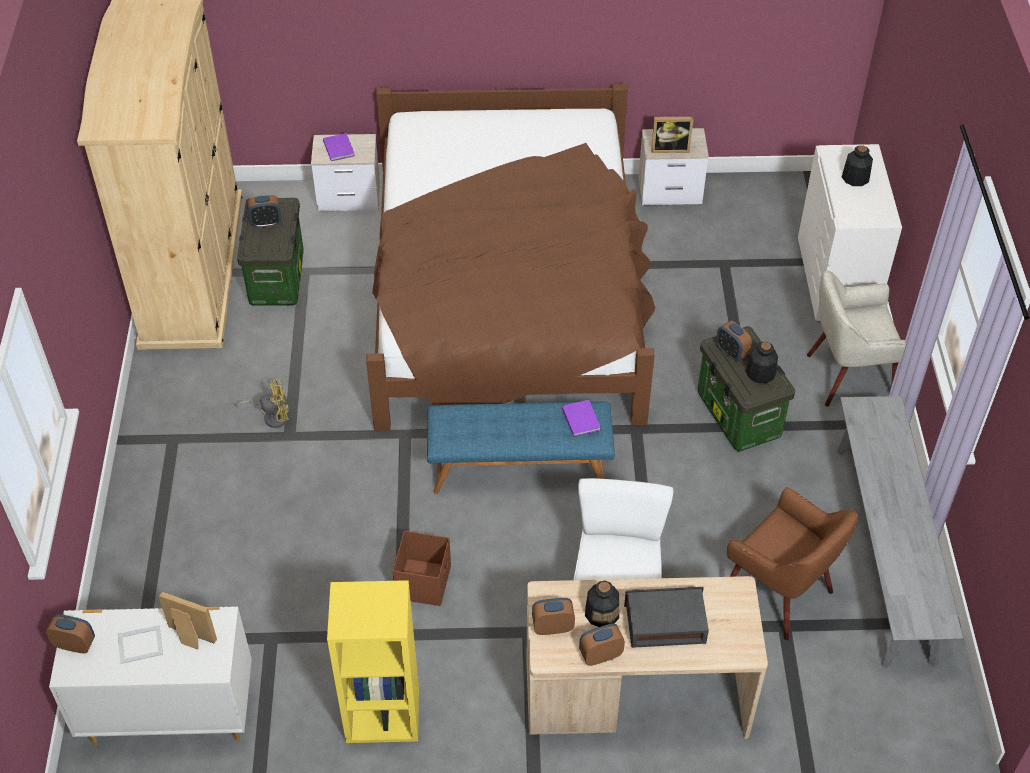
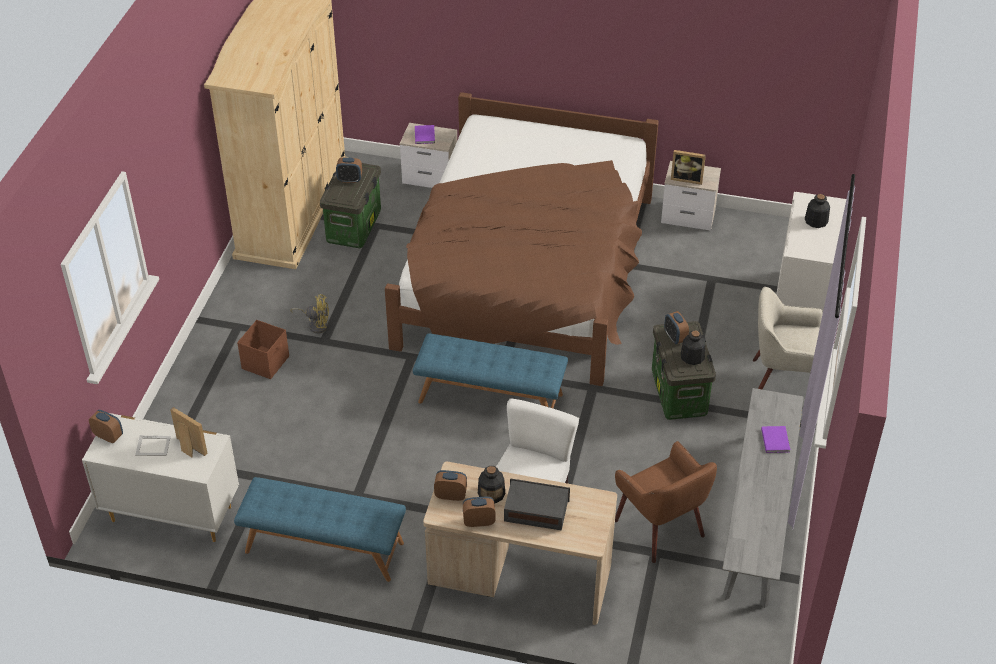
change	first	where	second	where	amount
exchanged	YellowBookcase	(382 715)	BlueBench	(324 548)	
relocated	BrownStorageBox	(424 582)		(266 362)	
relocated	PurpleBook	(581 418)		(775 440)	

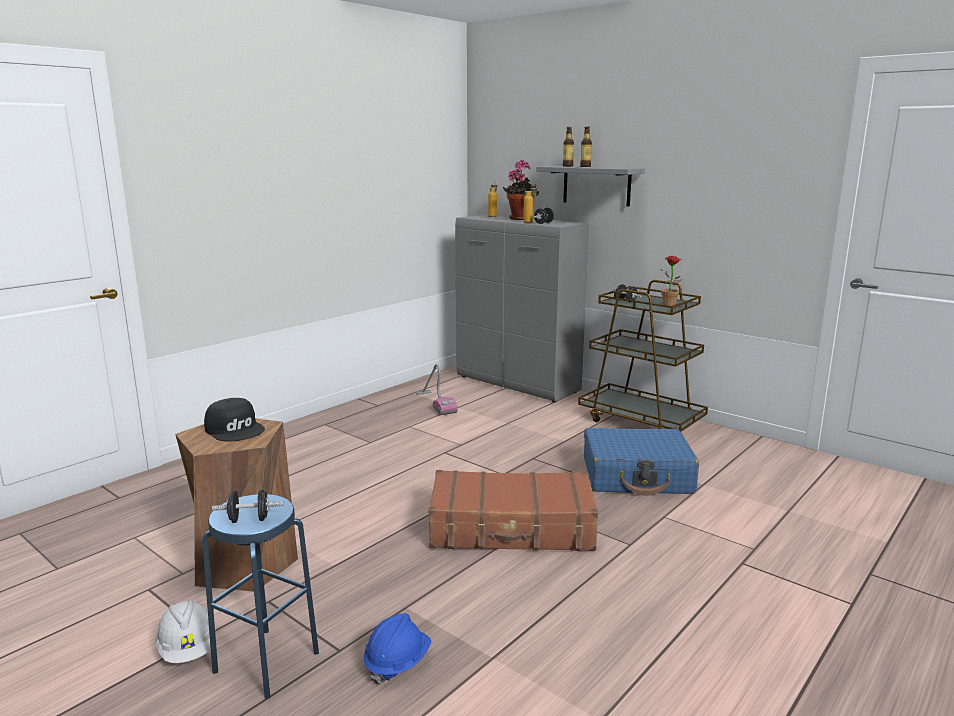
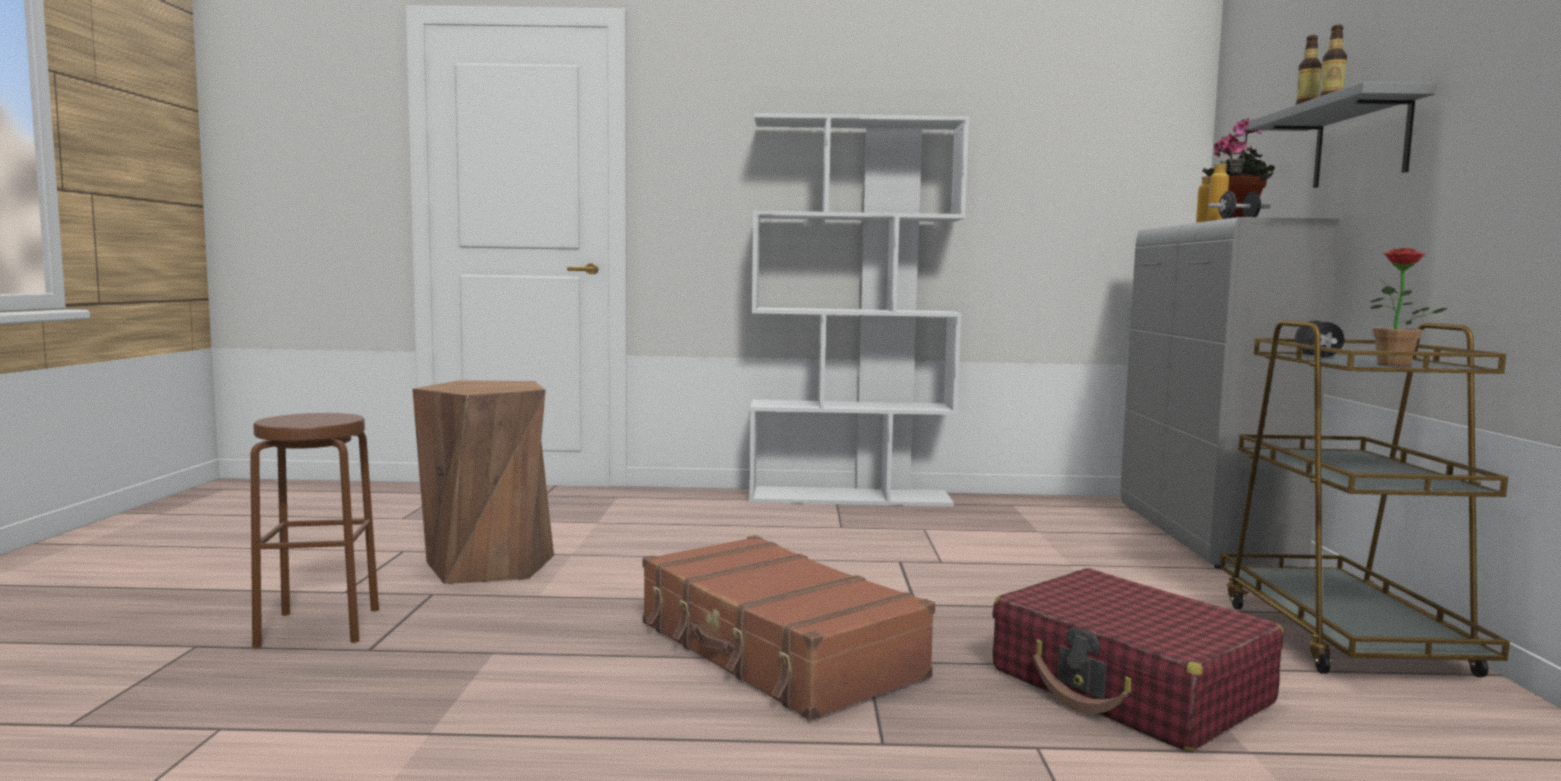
change	first	where	second	where	amount
missing	WhiteHardHat	(188 649)			
colour	BlueStool	(266 662)	BrownStool	(318 627)	
missing	BlackCap	(235 429)			
missing	BlackDumbbell	(249 520)			
missing	BlueHardHat	(397 663)			
missing	VacuumCleaner	(435 403)			
colour	BlueSuitcase	(637 476)	RedSuitcase	(1129 687)	
appeared			WhiteBookcase	(850 497)	

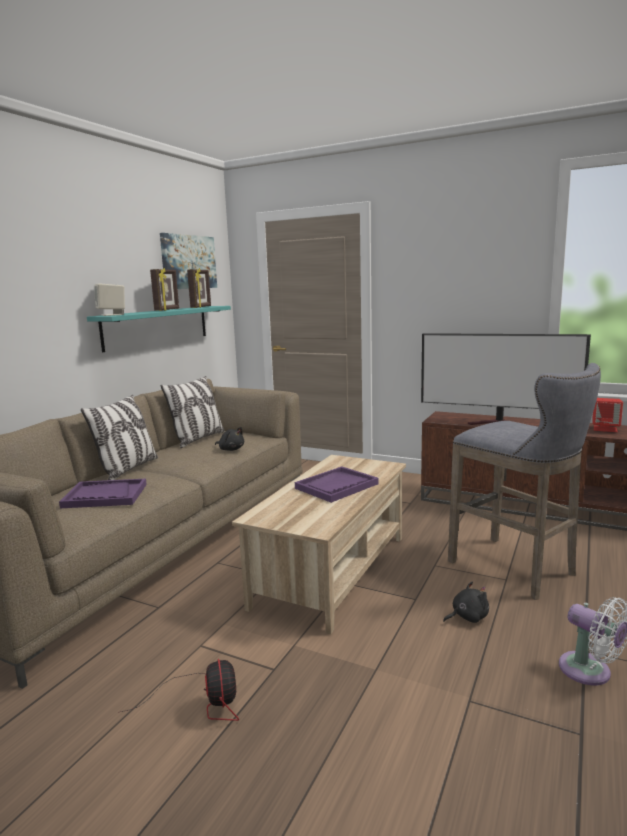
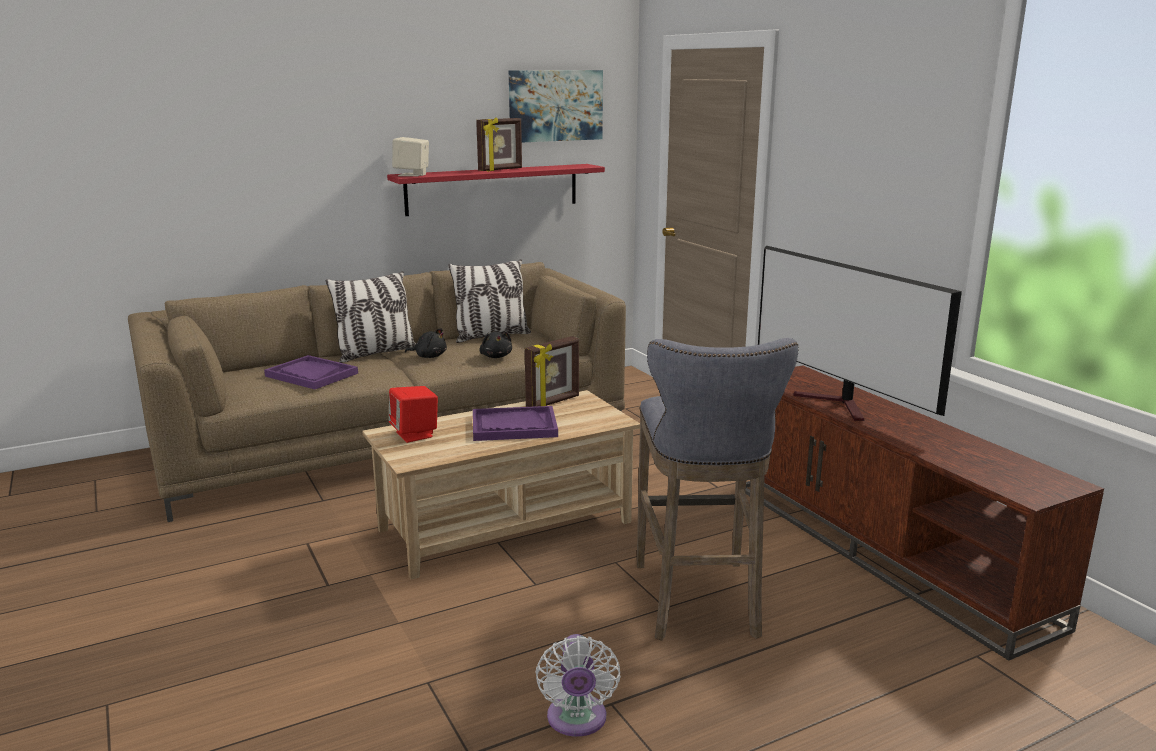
change	first	where	second	where	amount
colour	TurquoiseShelf	(157 327)	RedShelf	(493 189)	
missing	Fan	(204 701)			
relocated	PictureFrame	(201 307)		(553 402)	
relocated	BlackPlushToy	(467 617)		(429 356)	
relocated	RedSpeaker	(605 429)		(415 434)	

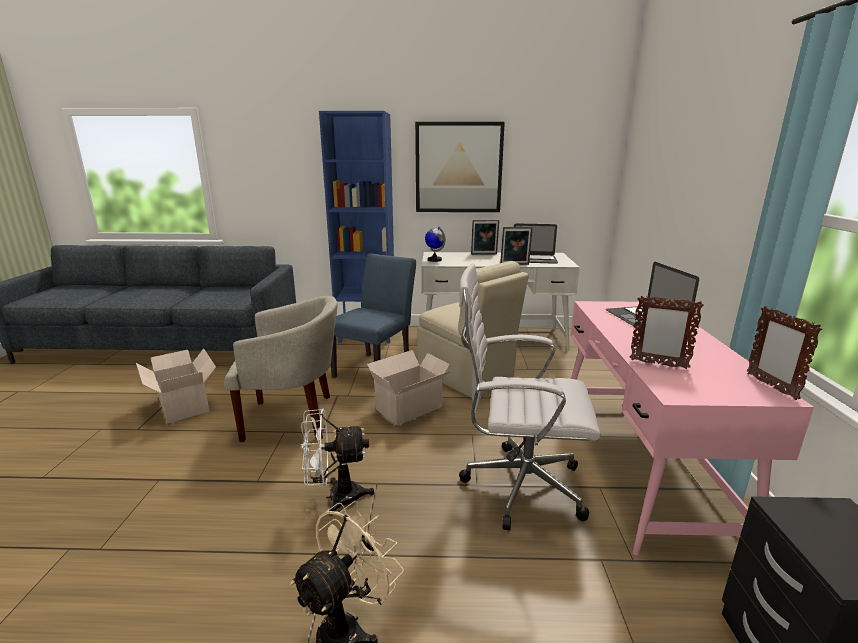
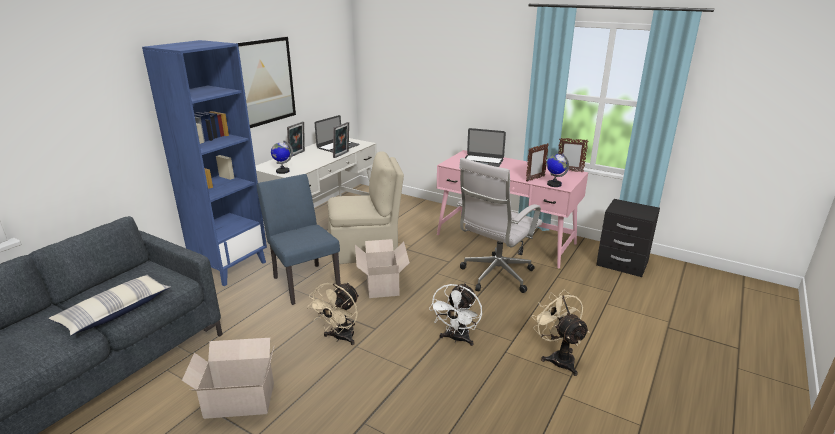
change	first	where	second	where	amount
exchanged	BeigeArmchair	(293 418)	BeigeFan	(340 338)	
appeared			Pillow	(115 311)	
appeared			Globe	(554 184)	

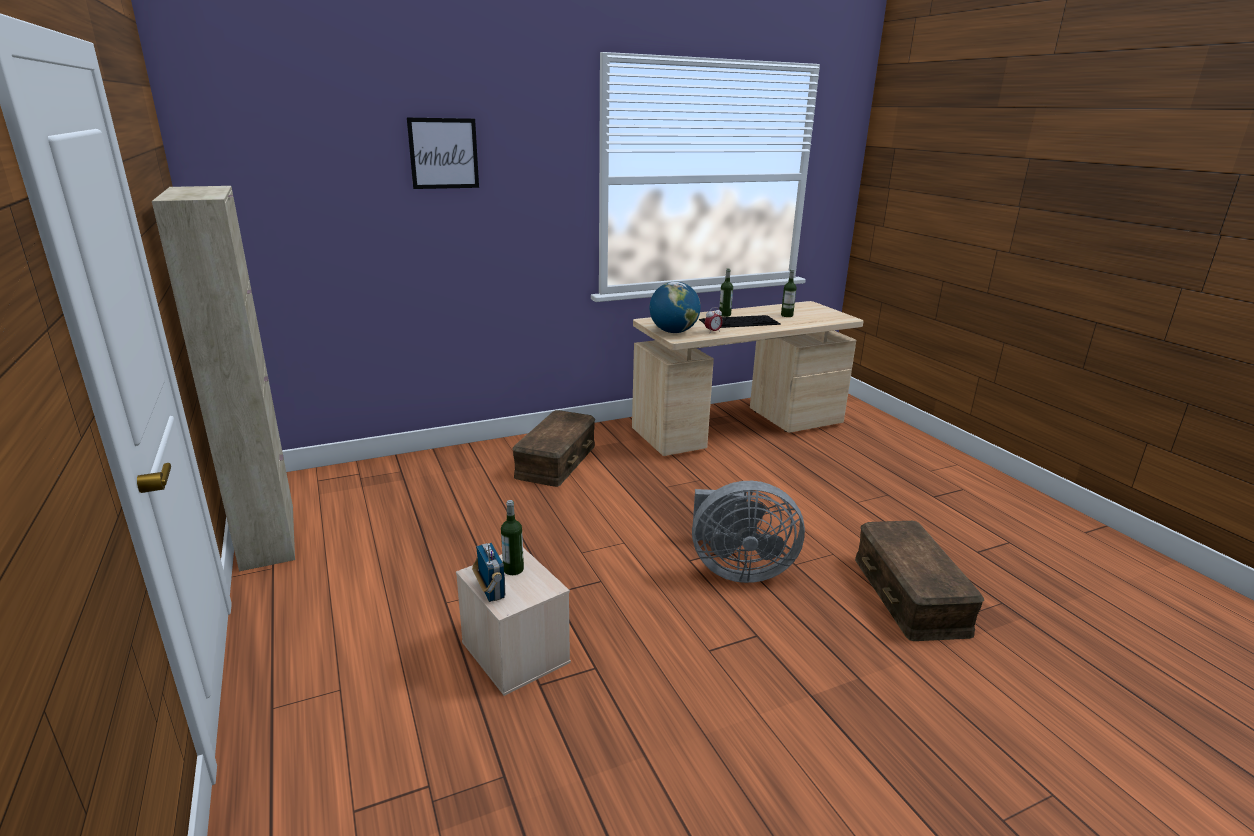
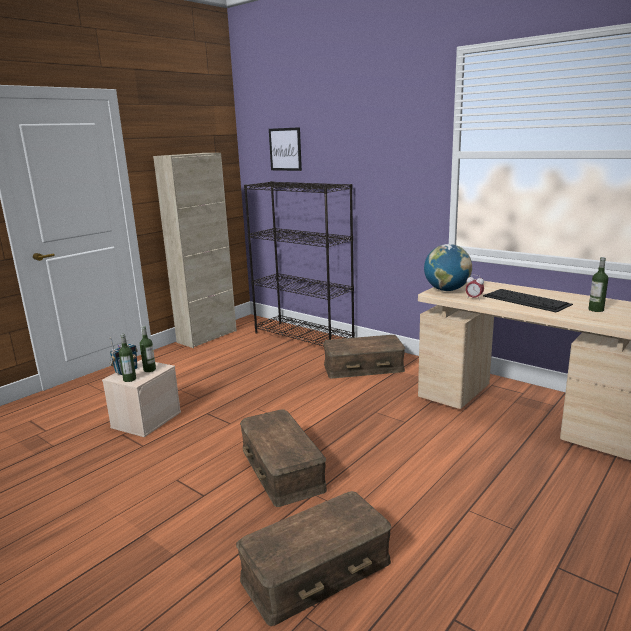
change	first	where	second	where	amount
relocated	Picture	(443 153)		(285 149)	
exchanged	GreyFan	(737 569)	BrownStorageBox	(283 469)	
relocated	Bottle	(724 315)		(129 379)	
appeared			BlackBookcase	(304 337)	

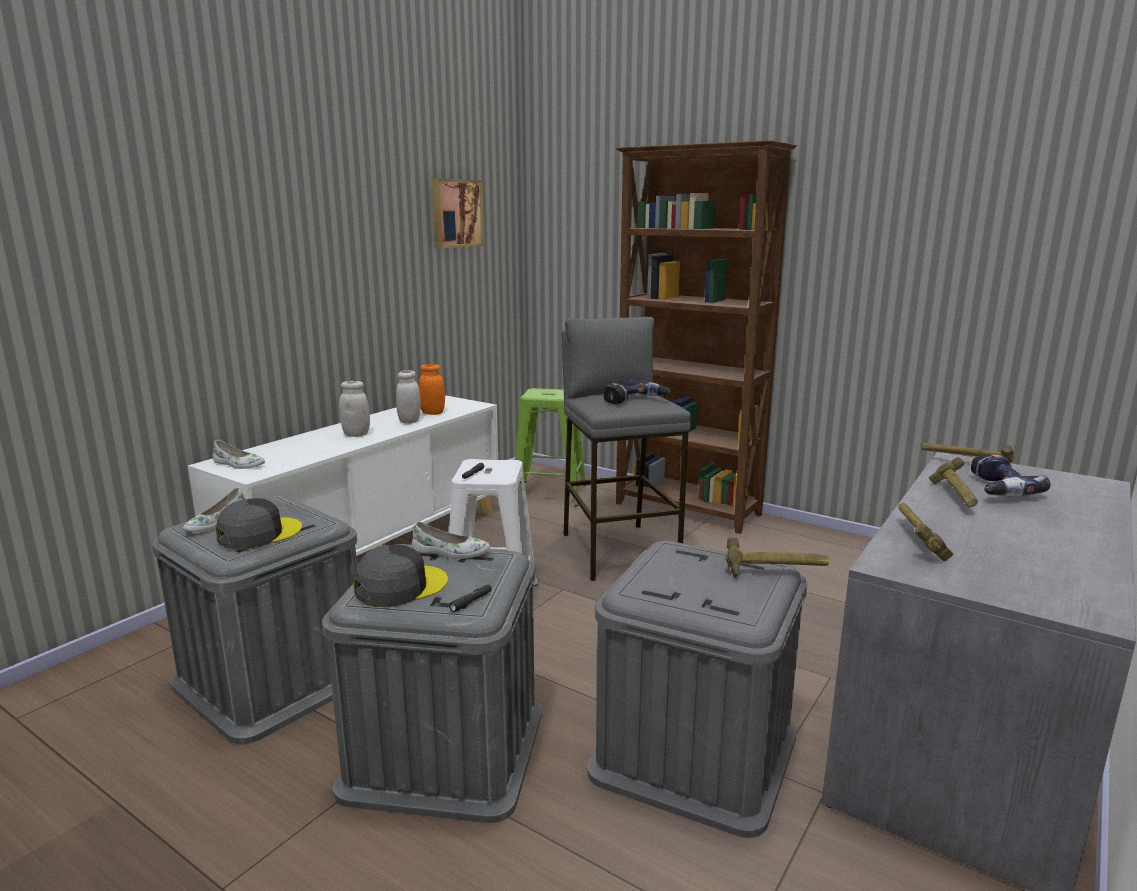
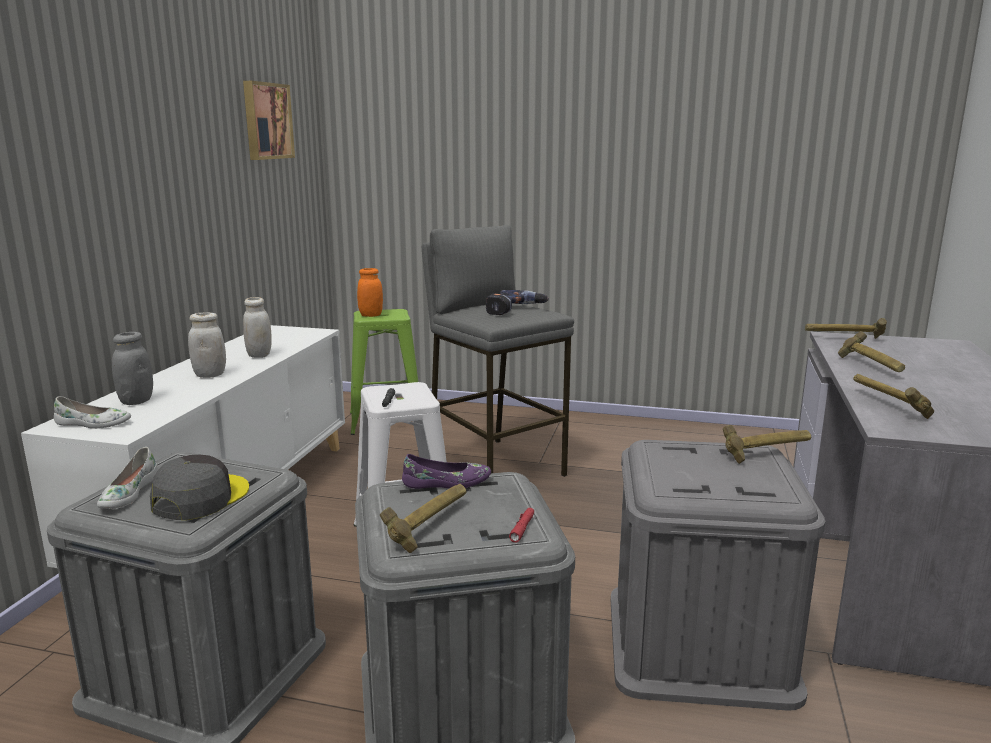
change	first	where	second	where	amount
exchanged	GreyCap	(400 586)	Hammer	(430 527)	
colour	WhiteShoe	(450 552)	PurpleShoe	(447 483)	
relocated	OrangeJar	(432 413)		(371 315)	
colour	BlackFlashlight	(471 602)	RedFlashlight	(522 529)	
missing	BrownBookcase	(688 510)			
missing	PowerDrill	(995 489)			
appeared			GreyJar	(136 401)	

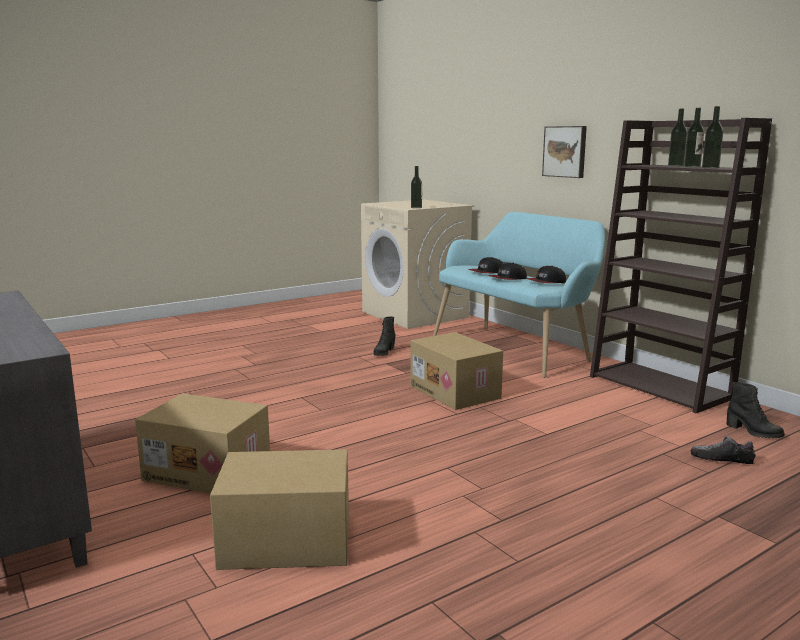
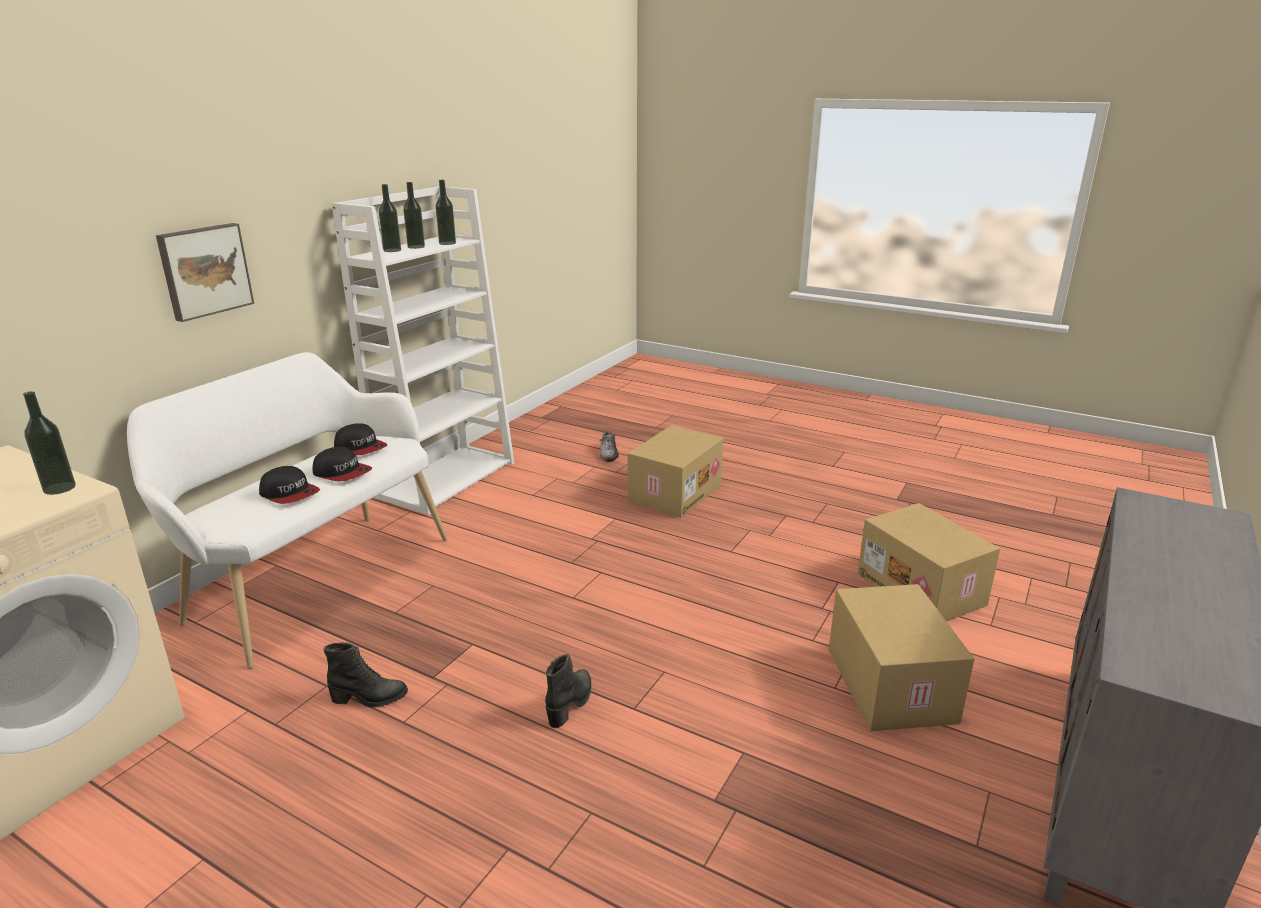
change	first	where	second	where	amount
relocated	CardboardBox	(456 392)		(674 492)	
colour	TurquoiseBench	(515 348)	WhiteBench	(313 578)	
colour	BrownBookcase	(661 387)	WhiteBookcase	(447 479)	
relocated	BlackBoot	(753 432)		(570 704)	

